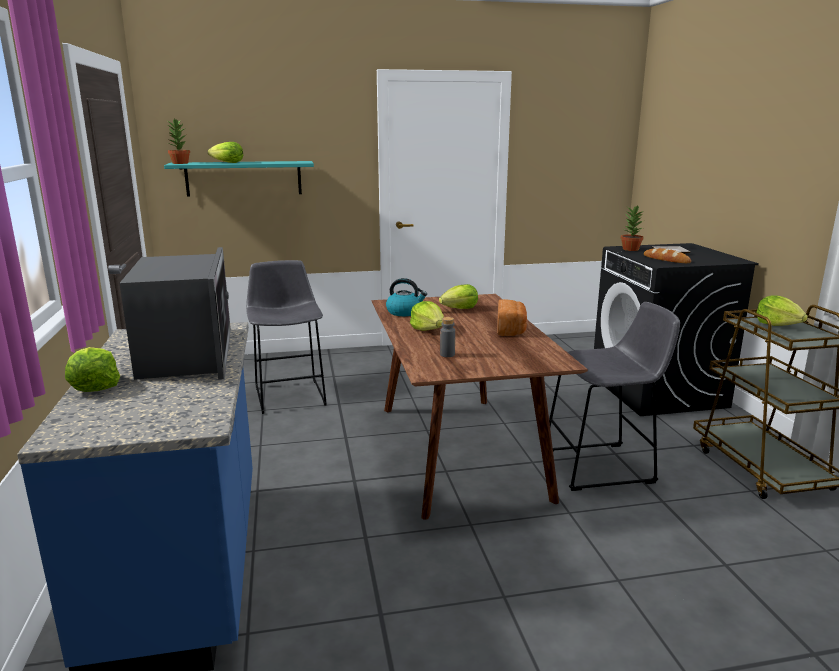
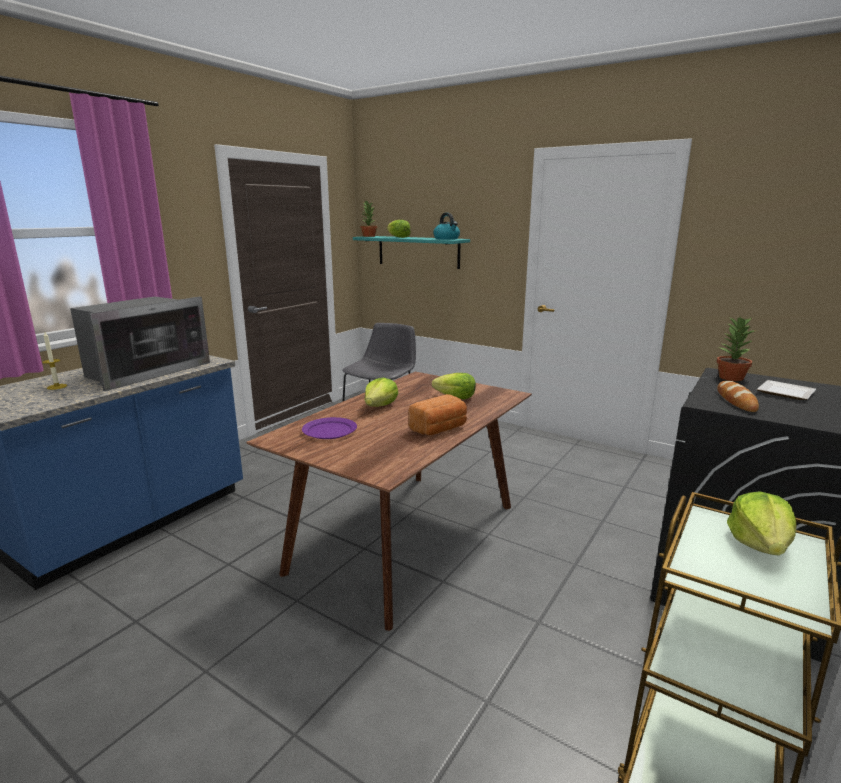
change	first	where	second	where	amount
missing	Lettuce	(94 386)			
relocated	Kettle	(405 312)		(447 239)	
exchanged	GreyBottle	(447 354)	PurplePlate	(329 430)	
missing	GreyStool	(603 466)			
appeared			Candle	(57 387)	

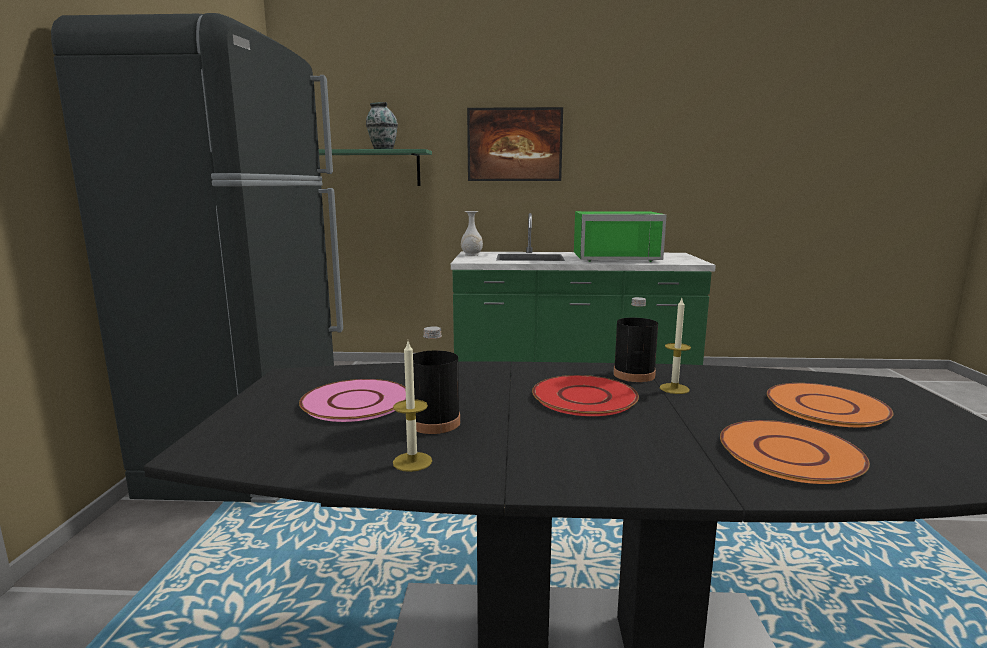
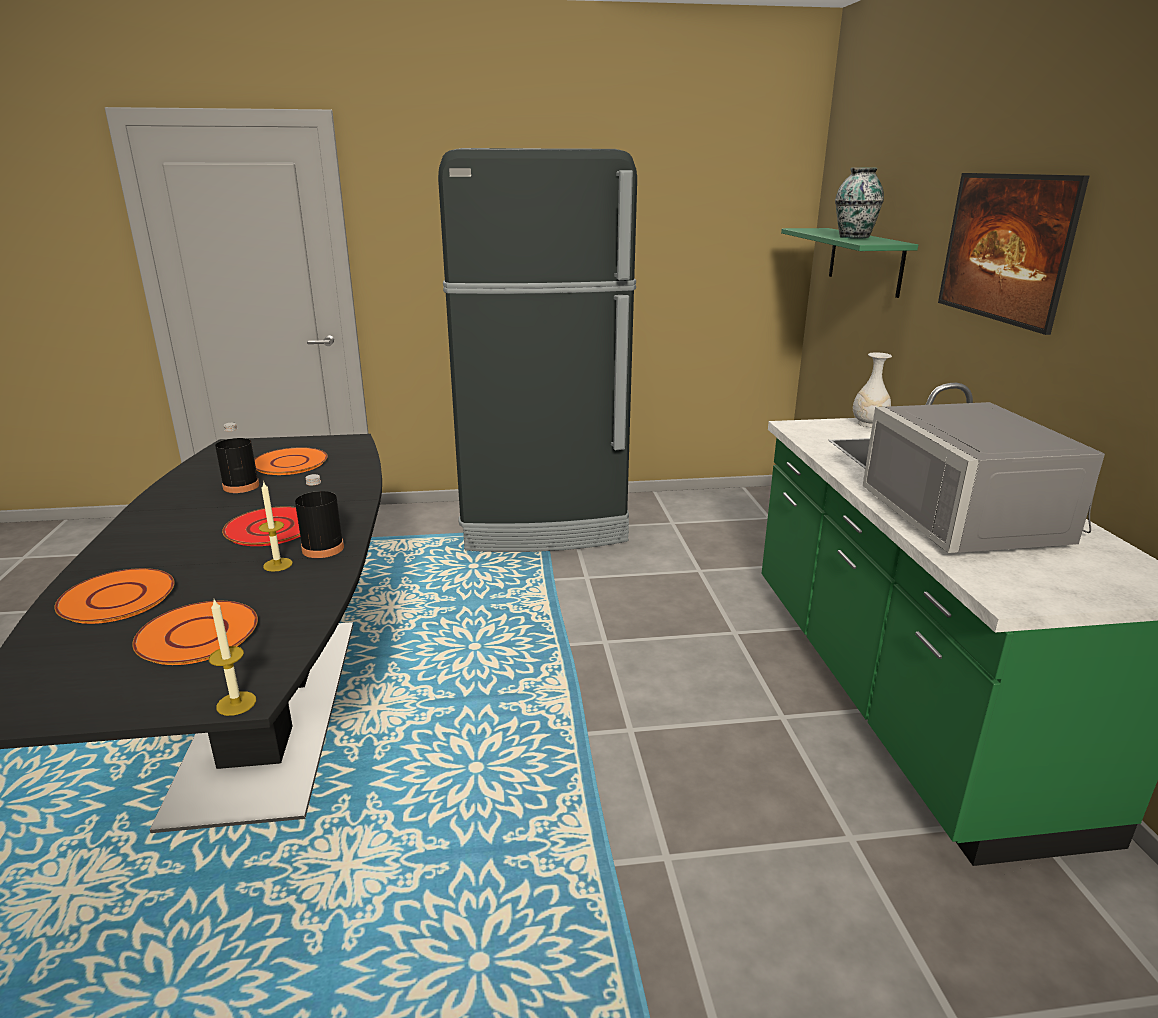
change	first	where	second	where	amount
colour	PinkPlate	(356 401)	OrangePlate	(290 463)	
relocated	Candle	(412 462)		(236 703)	
colour	GreenMicrowave	(615 258)	GreyMicrowave	(974 518)	

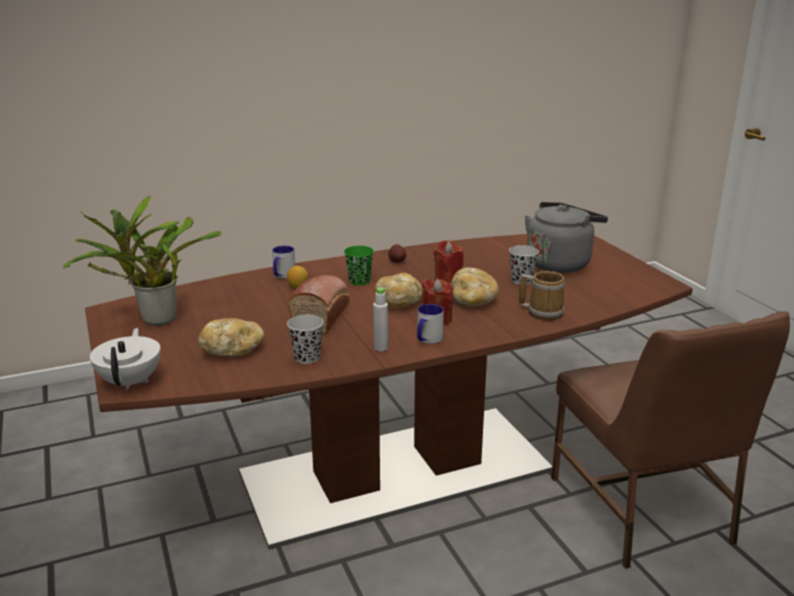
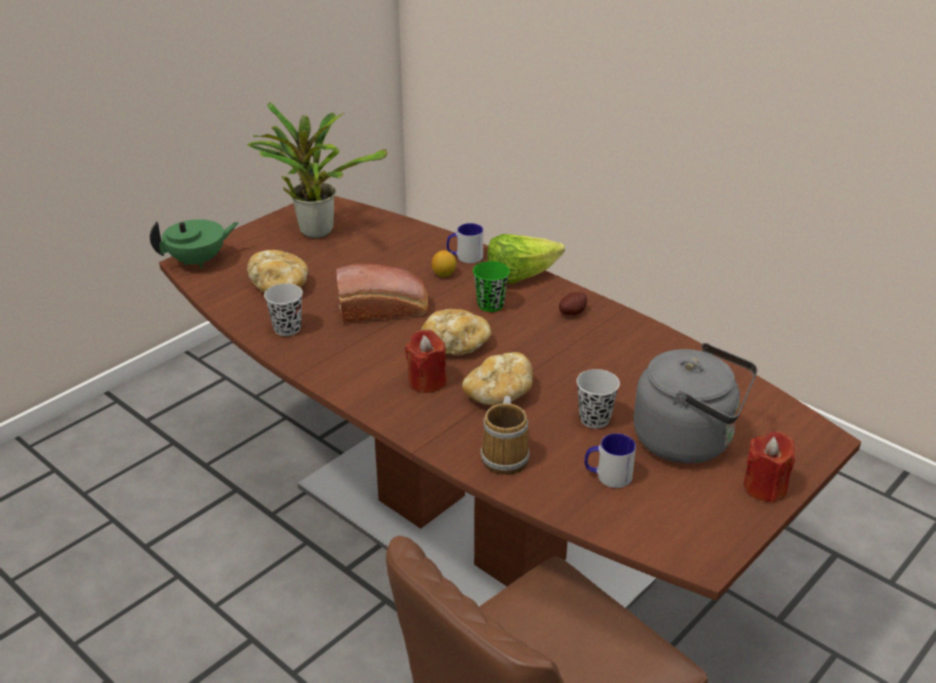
change	first	where	second	where	amount
colour	WhiteTeapot	(131 381)	GreenTeapot	(198 261)	
missing	GreyBottle	(380 348)			
relocated	Mug	(427 340)		(607 476)	
relocated	RedCandle	(448 279)		(765 487)	
appeared			Lettuce	(520 276)	

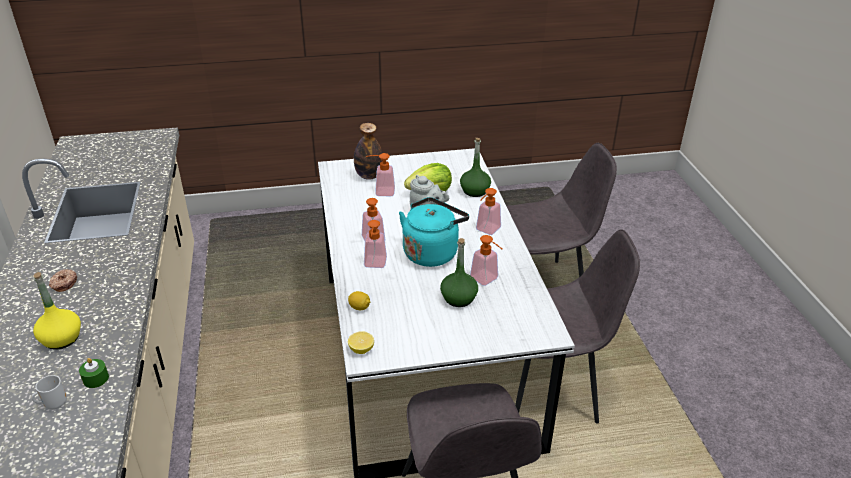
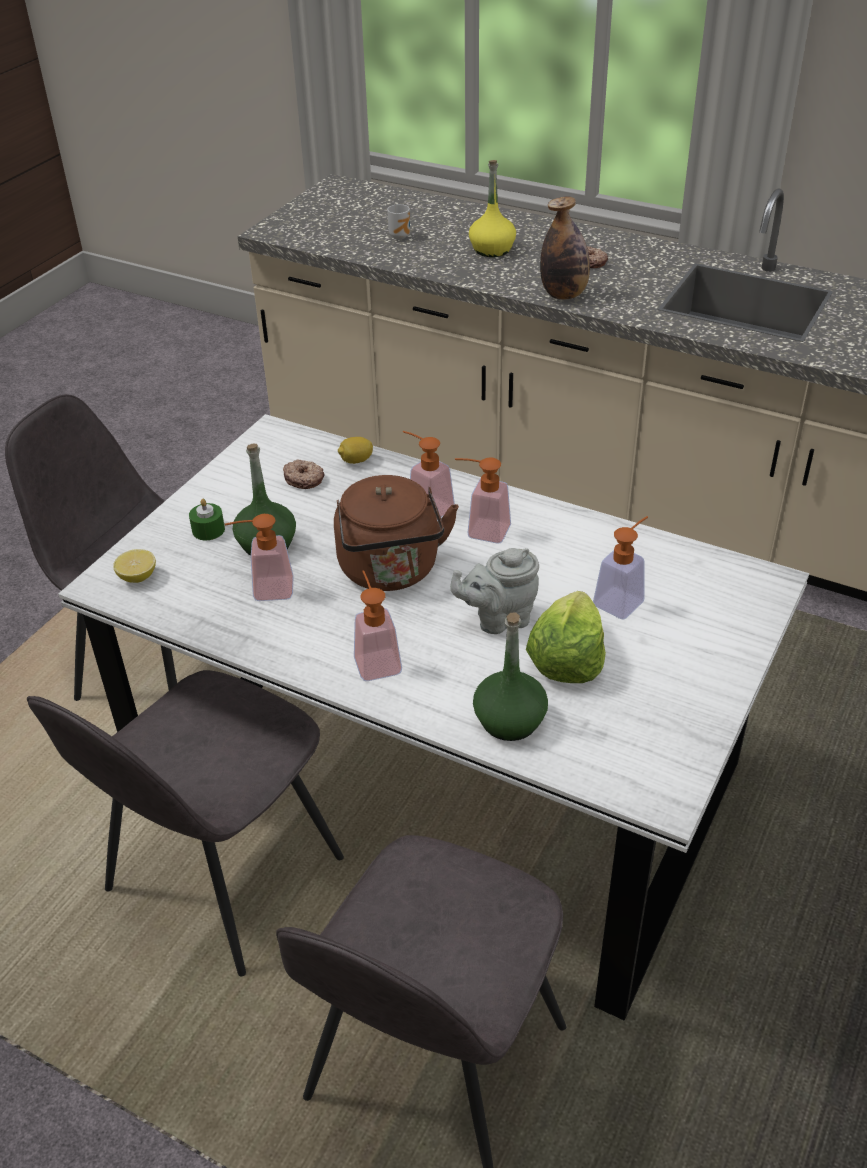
change	first	where	second	where	amount
relocated	GreenCandle	(96 379)		(208 530)	
relocated	Lemon	(361 349)		(138 577)	
relocated	Bottle	(369 176)		(564 295)	
colour	TurquoiseKettle	(432 252)	BrownKettle	(391 571)	
appeared			Donut	(304 479)	

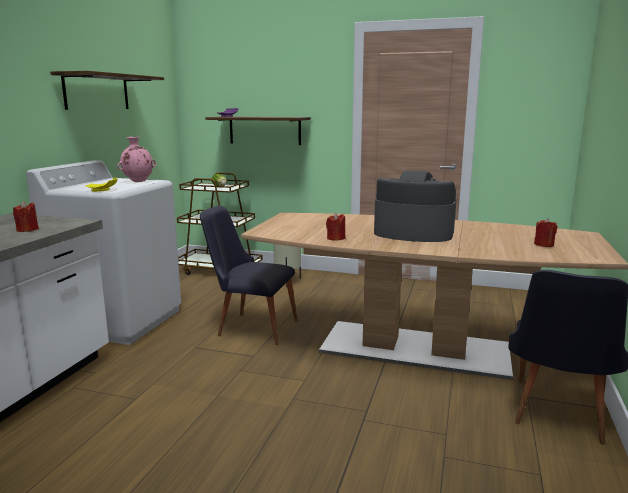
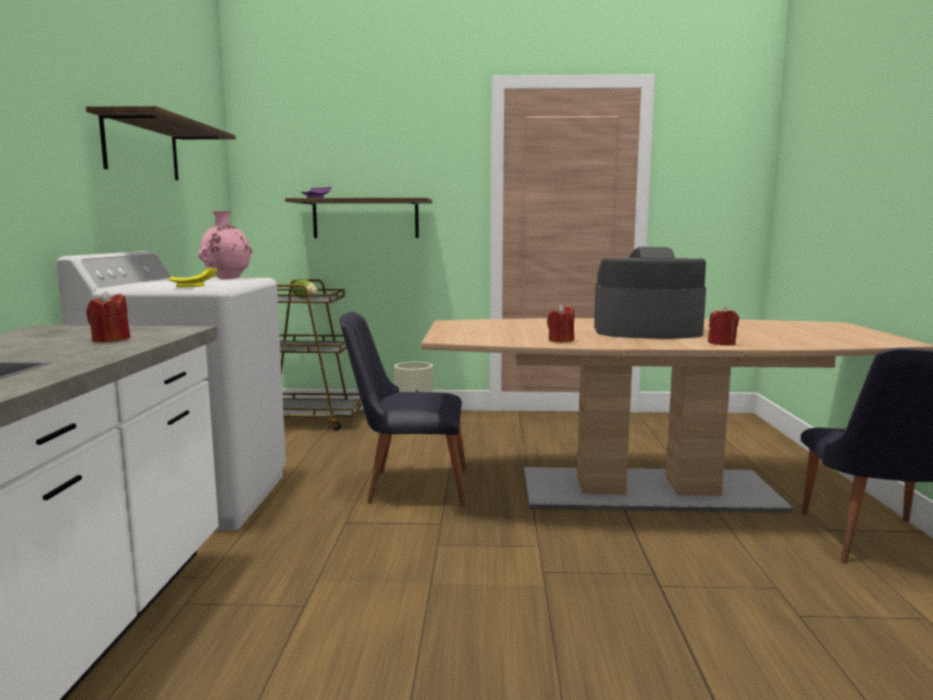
change	first	where	second	where	amount
relocated	RedCandle	(544 245)		(722 343)	

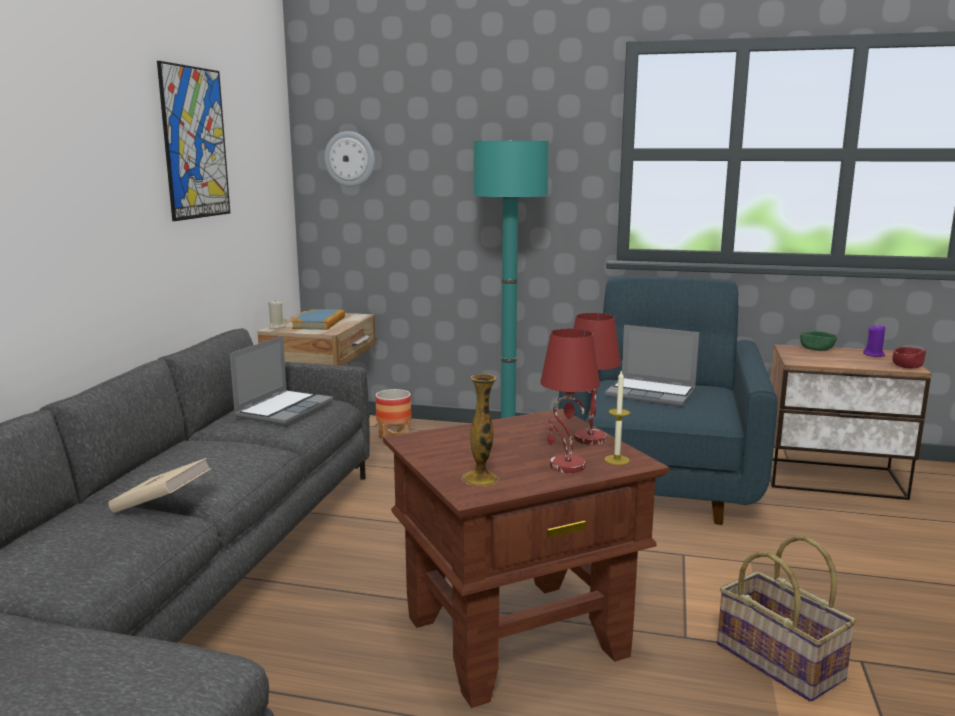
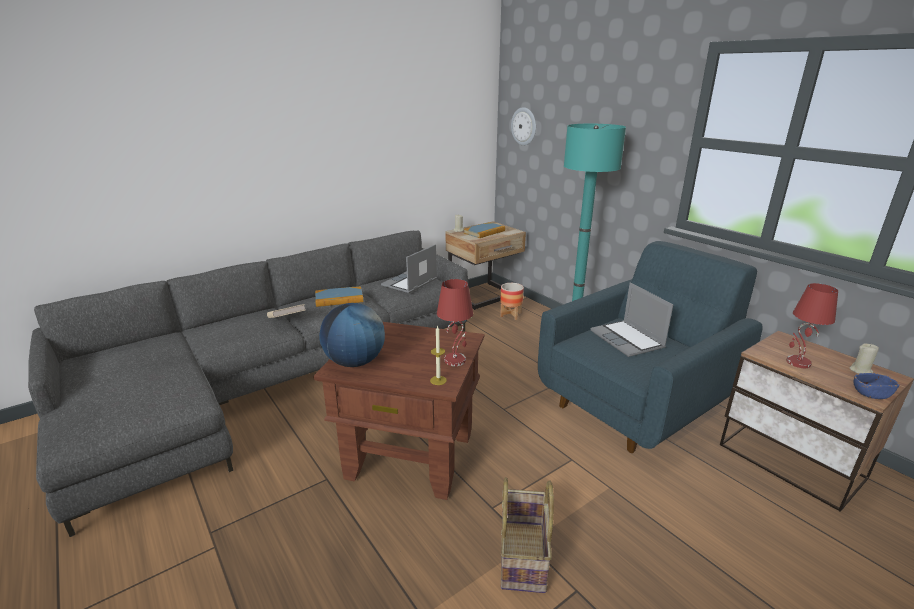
change	first	where	second	where	amount
missing	Picture	(195 143)			
spun	Laptop	(284 409)		(410 283)	150 degrees clockwise
exchanged	Vase	(480 479)	Globe	(355 362)	
relocated	RedTableLamp	(566 466)		(797 362)	
missing	GreenBowl	(816 349)			
colour	PurpleCandle	(873 355)	BeigeCandle	(861 371)	
colour	RedBowl	(907 366)	BlueBowl	(871 394)	
appeared			Book	(339 299)	

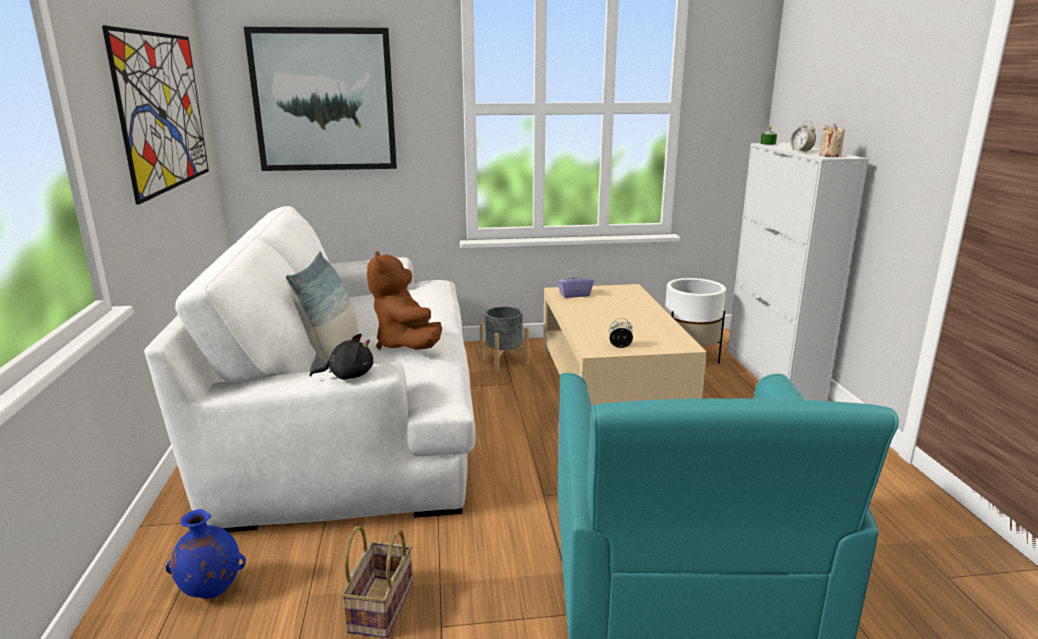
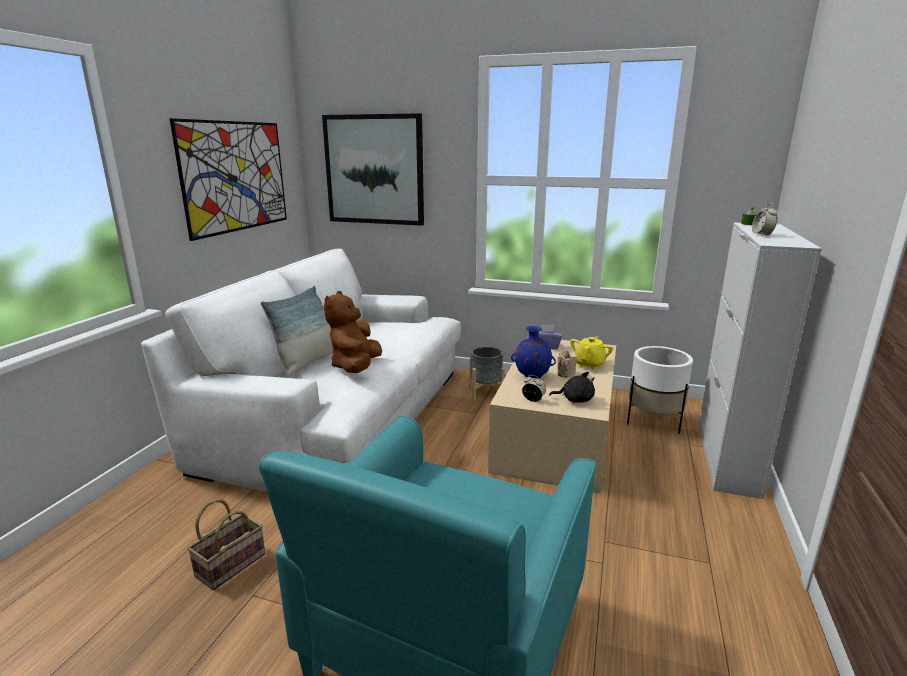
change	first	where	second	where	amount
relocated	BlueVase	(211 591)		(532 377)	
relocated	BlackPlushToy	(348 376)		(575 400)	
relocated	BeigeCandle	(830 155)		(565 374)	
appeared			YellowTeapot	(589 364)	

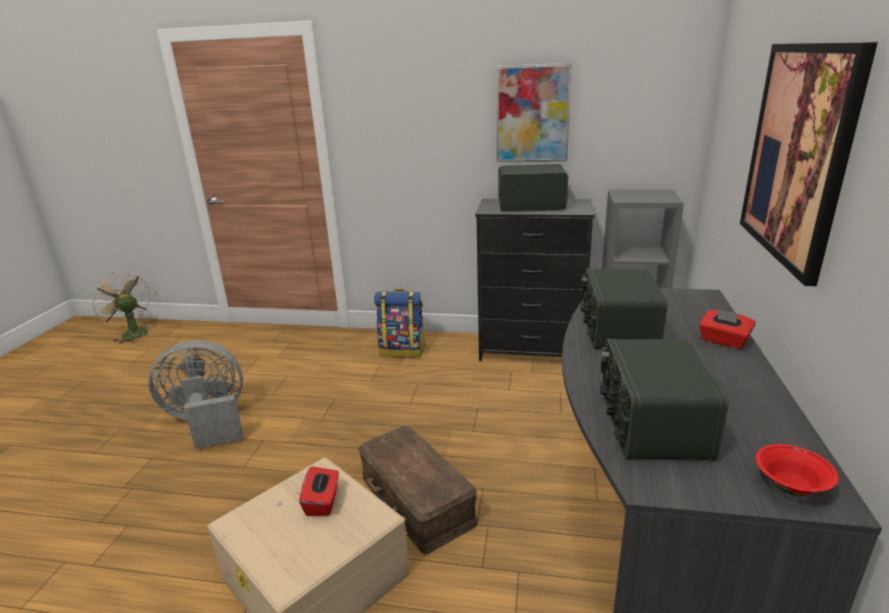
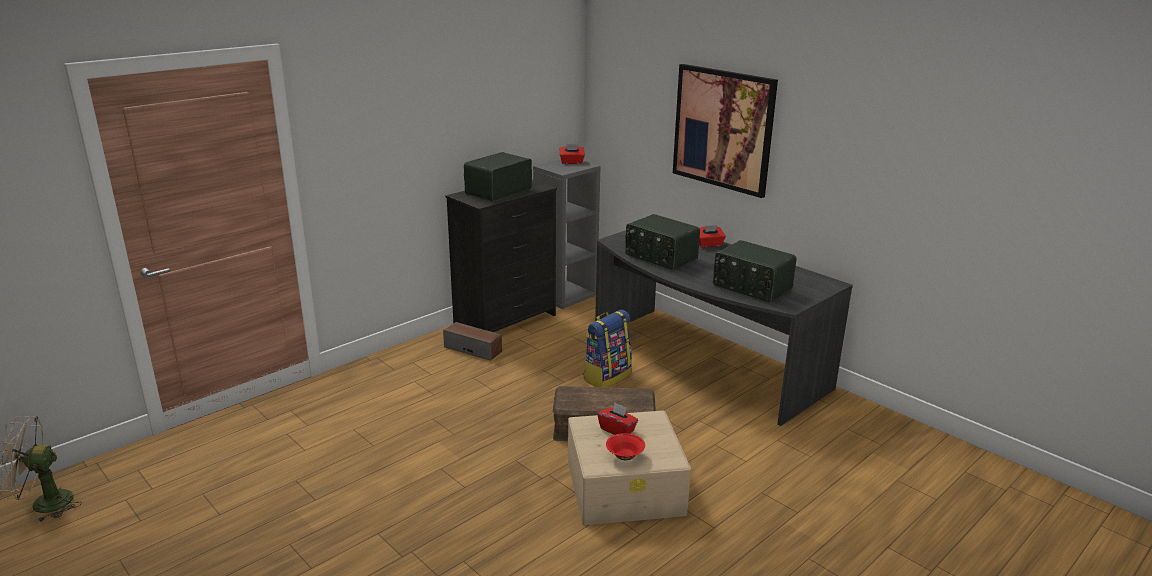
change	first	where	second	where	amount
missing	GreyFan	(208 422)			
relocated	Backpack	(403 350)		(606 377)	
missing	Picture	(532 114)			
relocated	RedBowl	(790 488)		(625 457)	
appeared			Speaker	(473 349)	
appeared			RedTissueBox	(571 162)	

